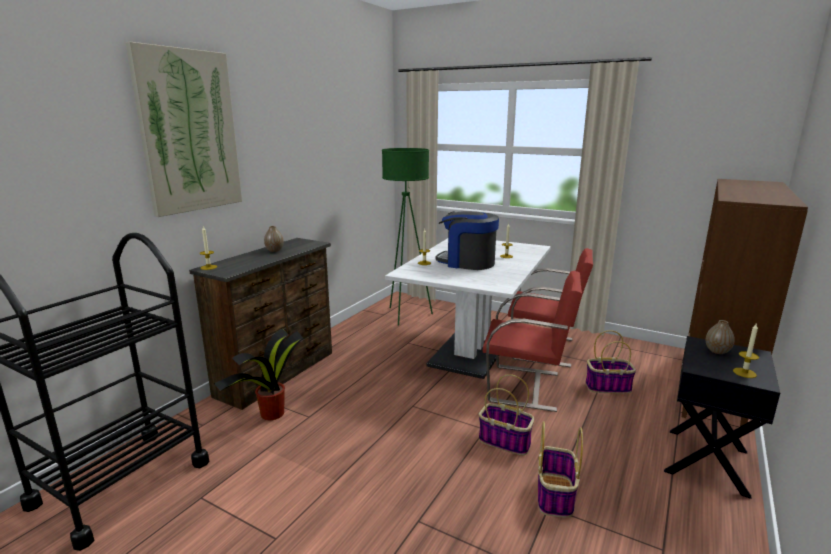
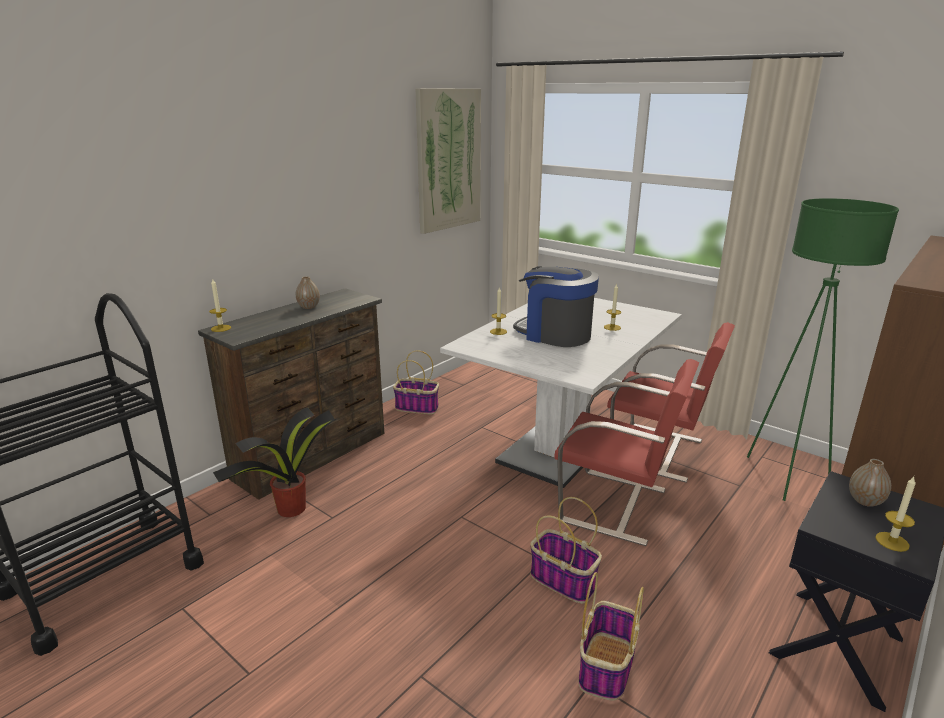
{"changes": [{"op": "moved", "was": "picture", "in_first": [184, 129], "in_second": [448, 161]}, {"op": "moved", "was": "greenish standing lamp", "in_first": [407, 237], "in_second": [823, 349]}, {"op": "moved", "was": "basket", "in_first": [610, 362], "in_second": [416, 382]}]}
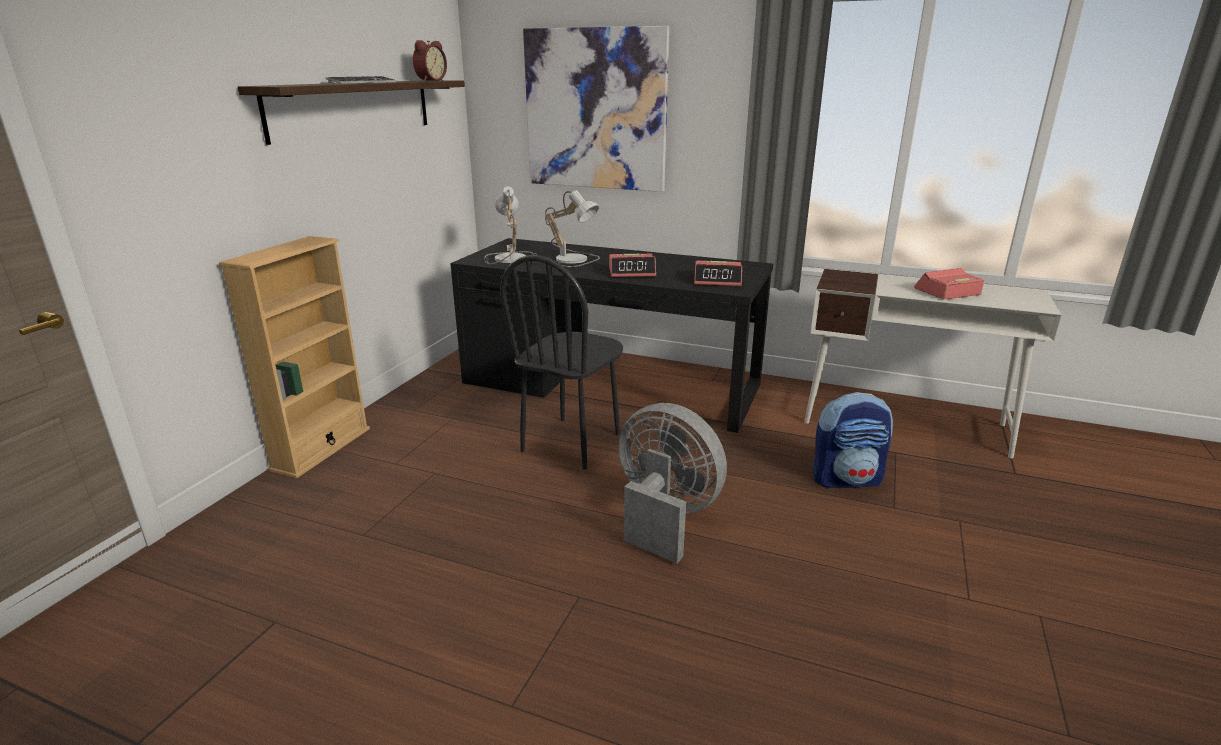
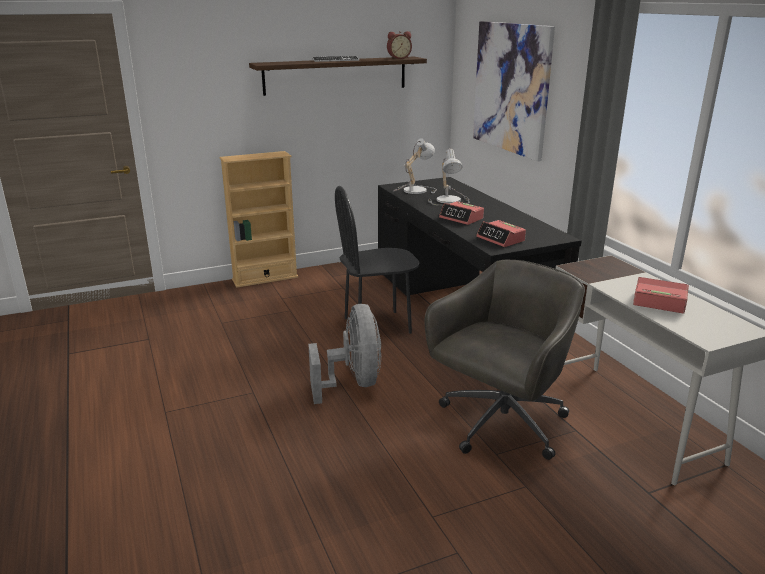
{"changes": [{"op": "replaced", "was": "knapsack", "now": "grey desk chair", "in_first": [853, 440], "in_second": [505, 360]}]}
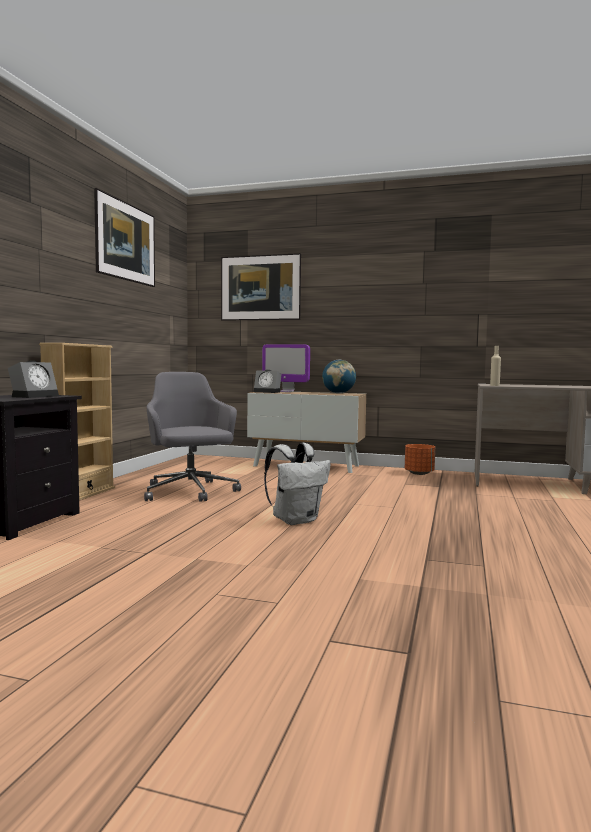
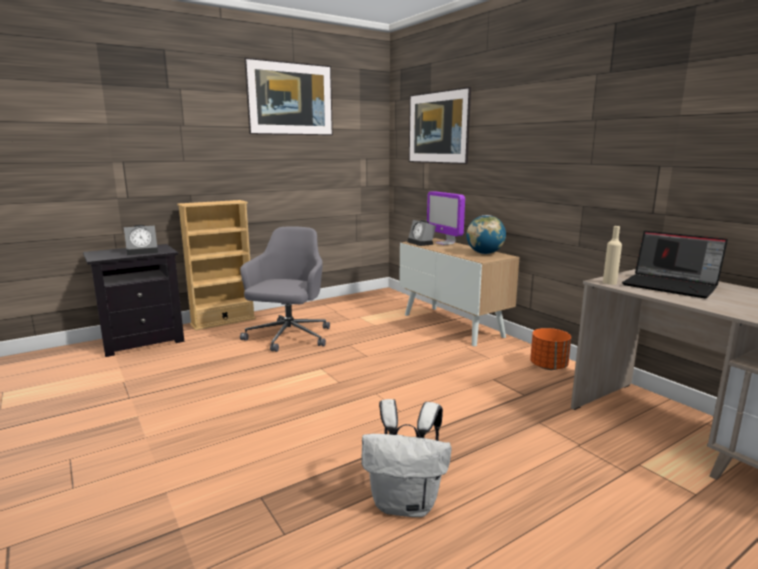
{"changes": [{"op": "moved", "was": "whitish knapsack", "in_first": [297, 484], "in_second": [406, 458]}, {"op": "added", "now": "laptop", "in_second": [675, 264]}]}
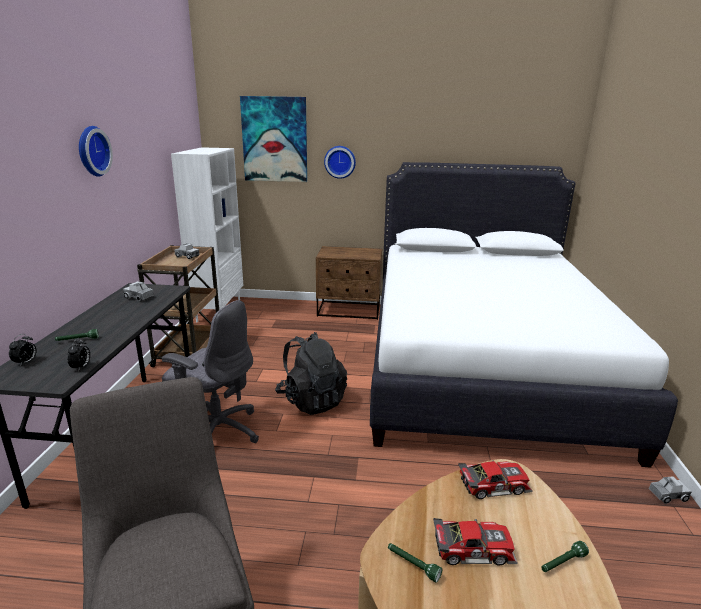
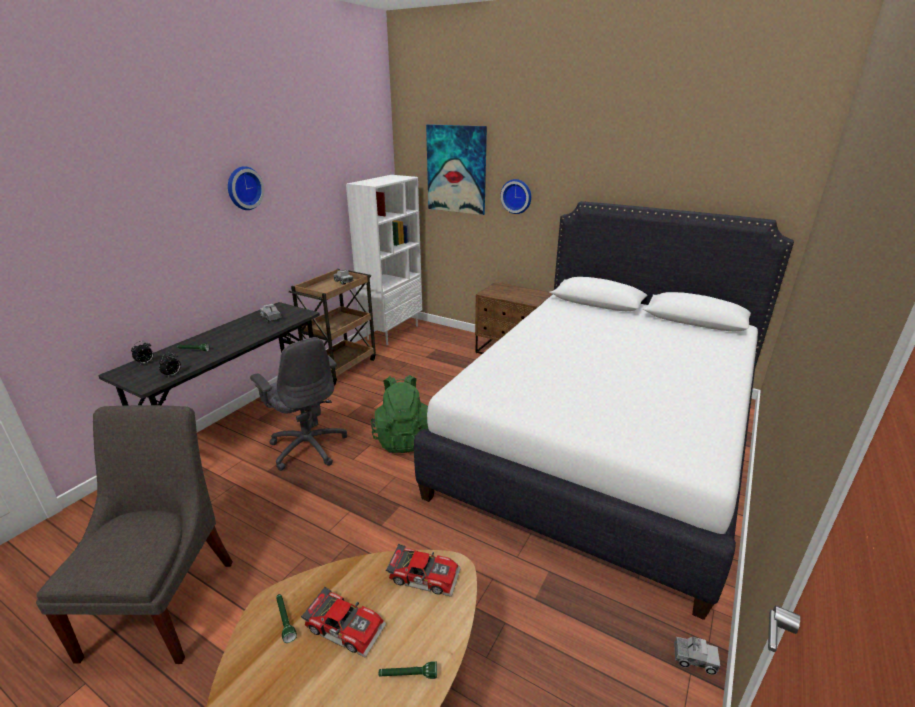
{"changes": [{"op": "recoloured", "was": "blackish knapsack", "now": "greenish knapsack", "in_first": [311, 373], "in_second": [399, 414]}]}
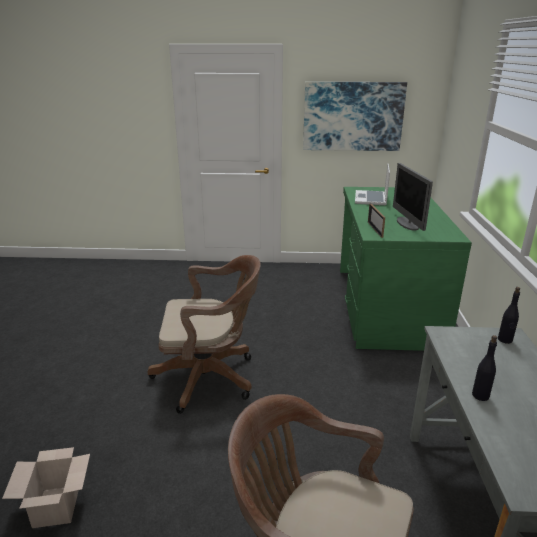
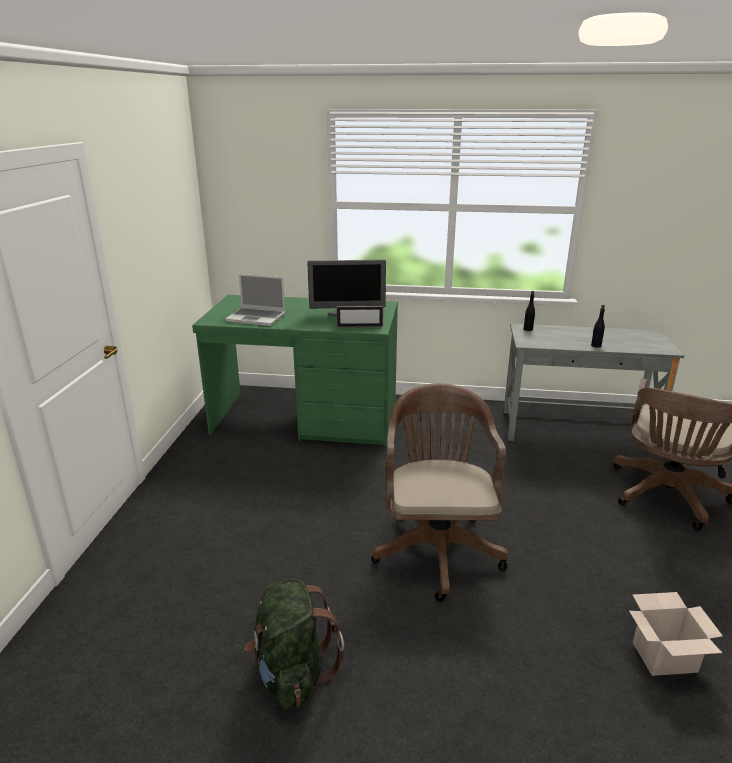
{"changes": [{"op": "removed", "was": "picture", "in_first": [355, 116]}, {"op": "added", "now": "greenish knapsack", "in_second": [294, 644]}]}
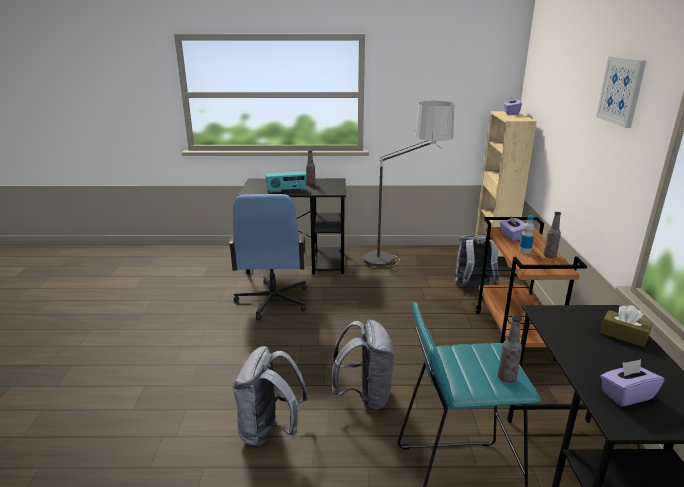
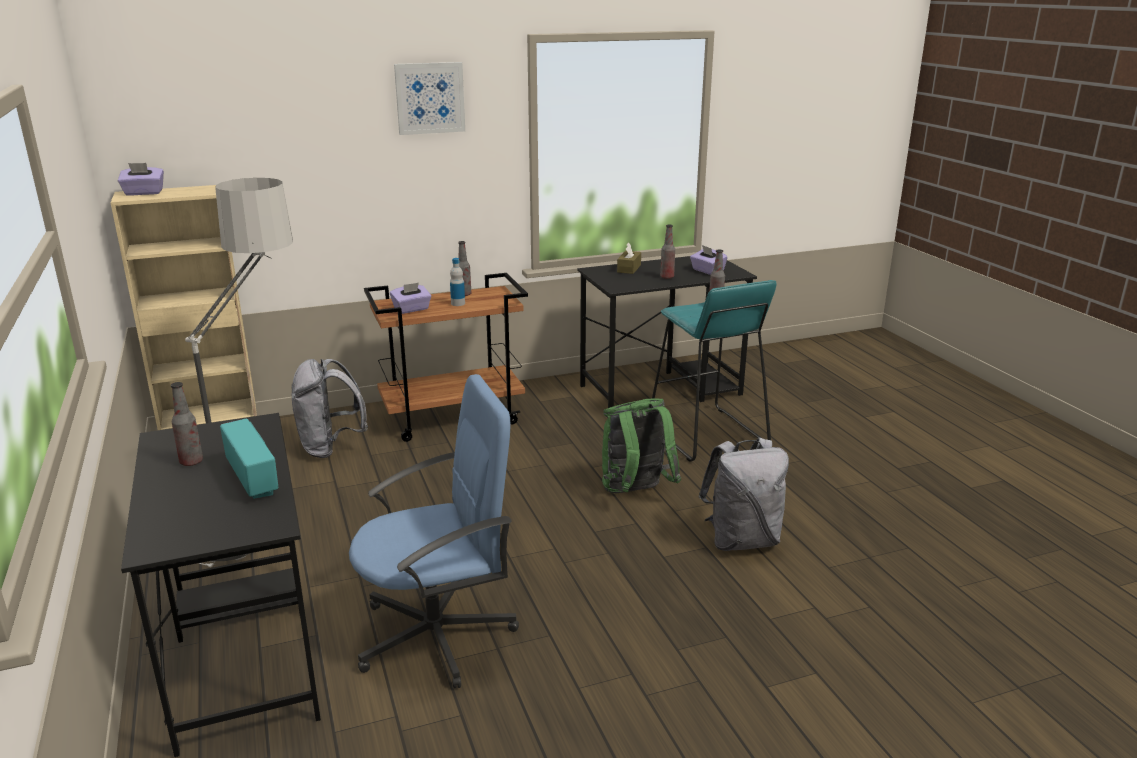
{"changes": [{"op": "recoloured", "was": "grey knapsack", "now": "greenish knapsack", "in_first": [363, 365], "in_second": [641, 446]}, {"op": "added", "now": "drink bottle", "in_second": [667, 251]}]}
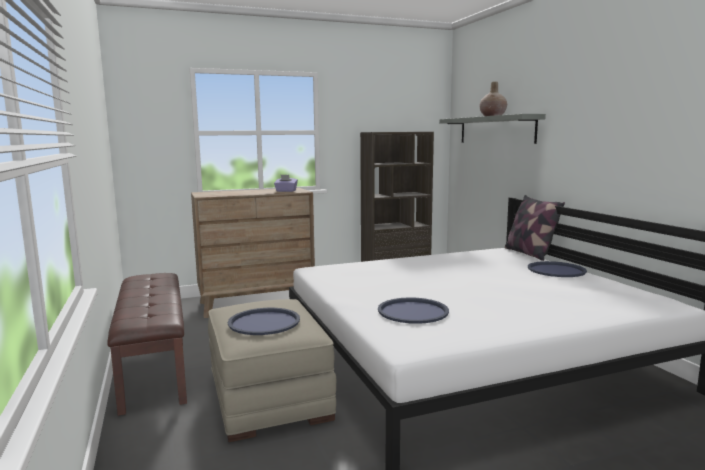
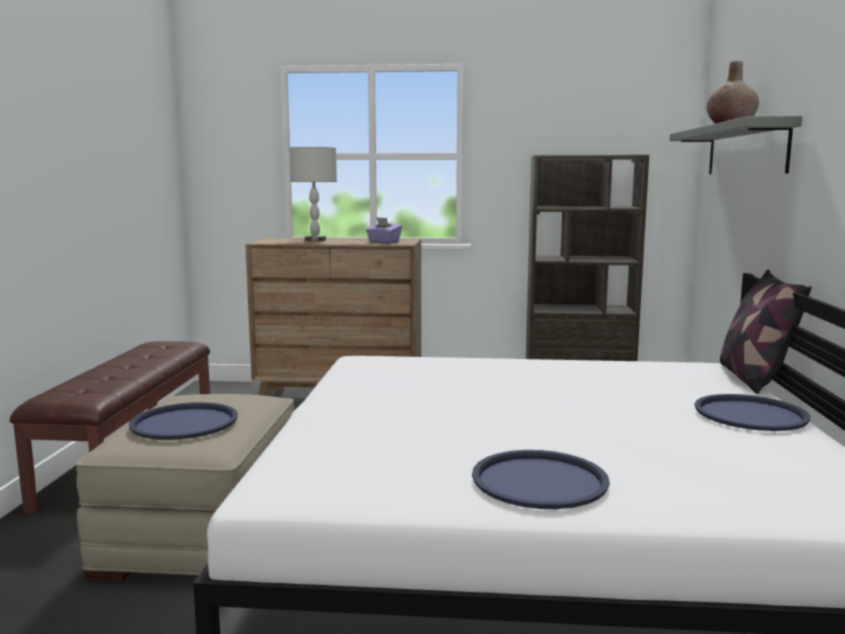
{"changes": [{"op": "moved", "was": "blue-coloured tray", "in_first": [413, 311], "in_second": [541, 479]}, {"op": "added", "now": "grey table lamp", "in_second": [313, 194]}]}
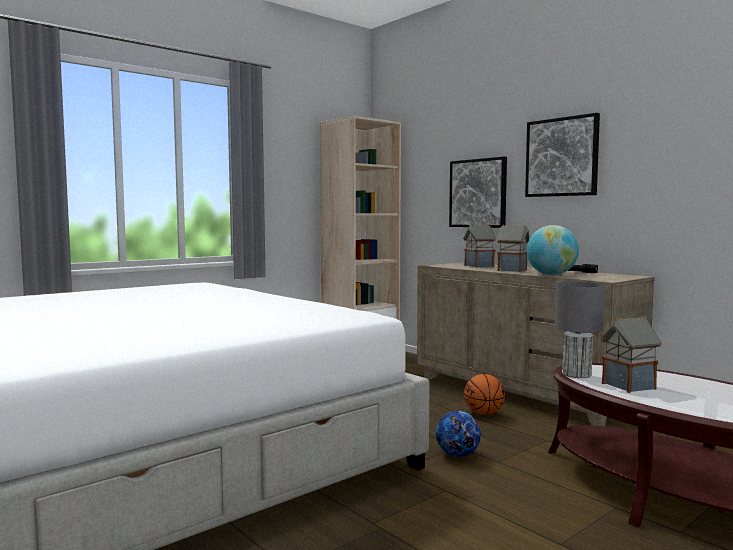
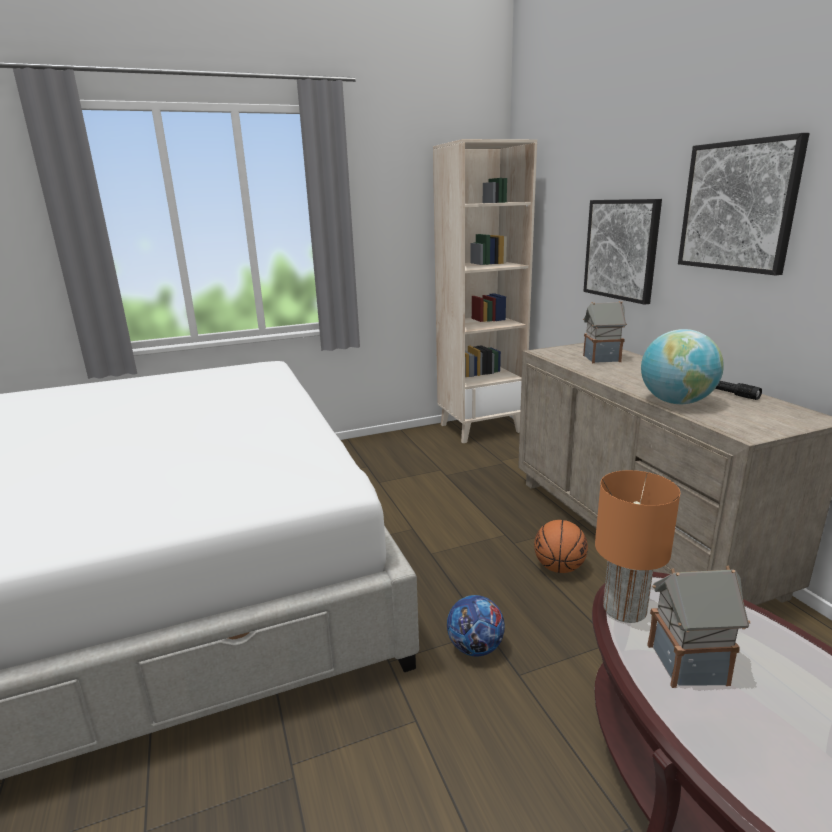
{"changes": [{"op": "removed", "was": "model house", "in_first": [513, 248]}, {"op": "recoloured", "was": "grey table lamp", "now": "orange-coloured table lamp", "in_first": [580, 330], "in_second": [637, 546]}]}
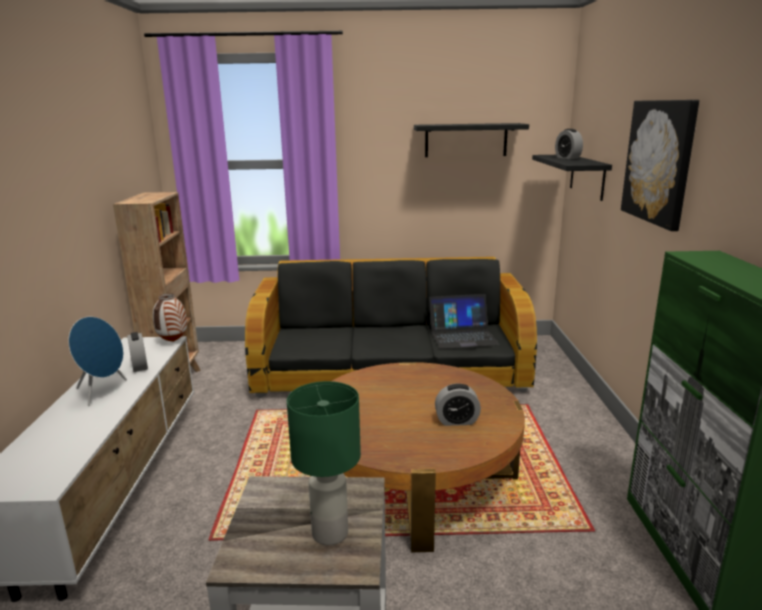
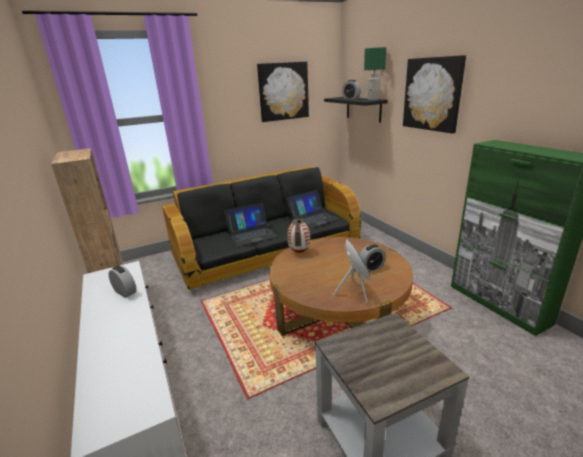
{"changes": [{"op": "moved", "was": "blue-coloured speaker", "in_first": [97, 361], "in_second": [352, 271]}, {"op": "moved", "was": "decorative vase", "in_first": [170, 318], "in_second": [298, 236]}, {"op": "moved", "was": "greenish table lamp", "in_first": [324, 463], "in_second": [375, 73]}, {"op": "replaced", "was": "blackish wall shelf", "now": "picture", "in_first": [471, 140], "in_second": [283, 92]}, {"op": "added", "now": "laptop", "in_second": [250, 224]}]}
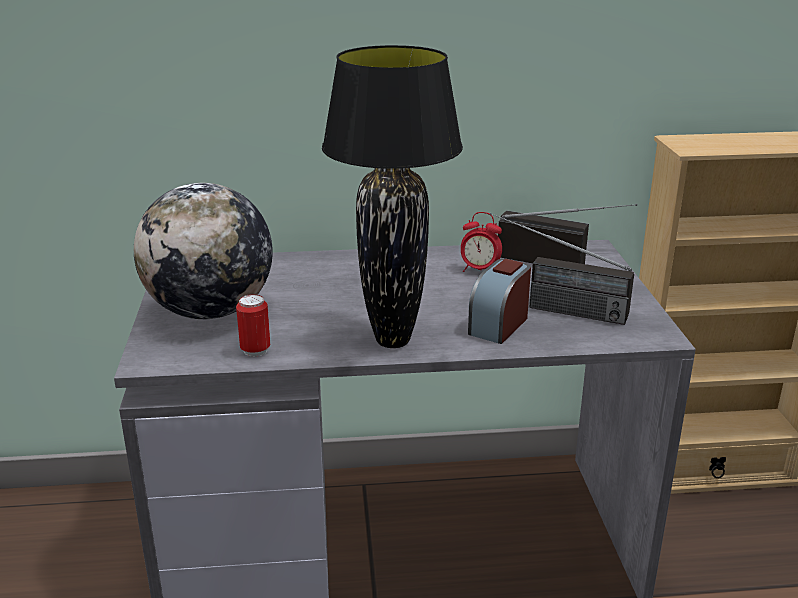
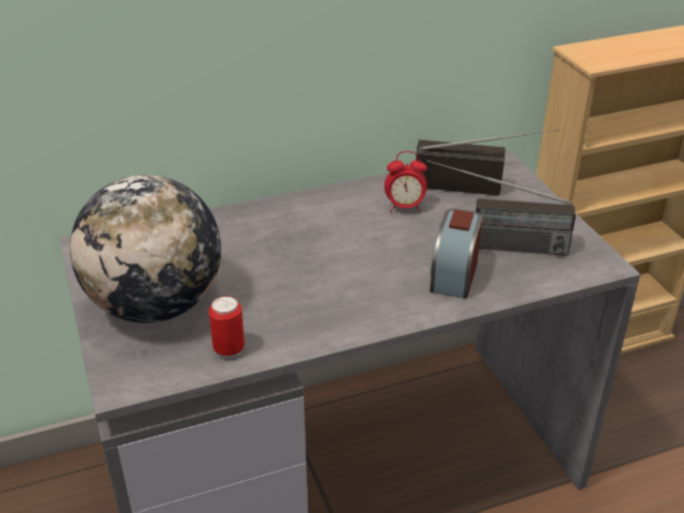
{"changes": [{"op": "removed", "was": "blackish table lamp", "in_first": [392, 196]}]}
